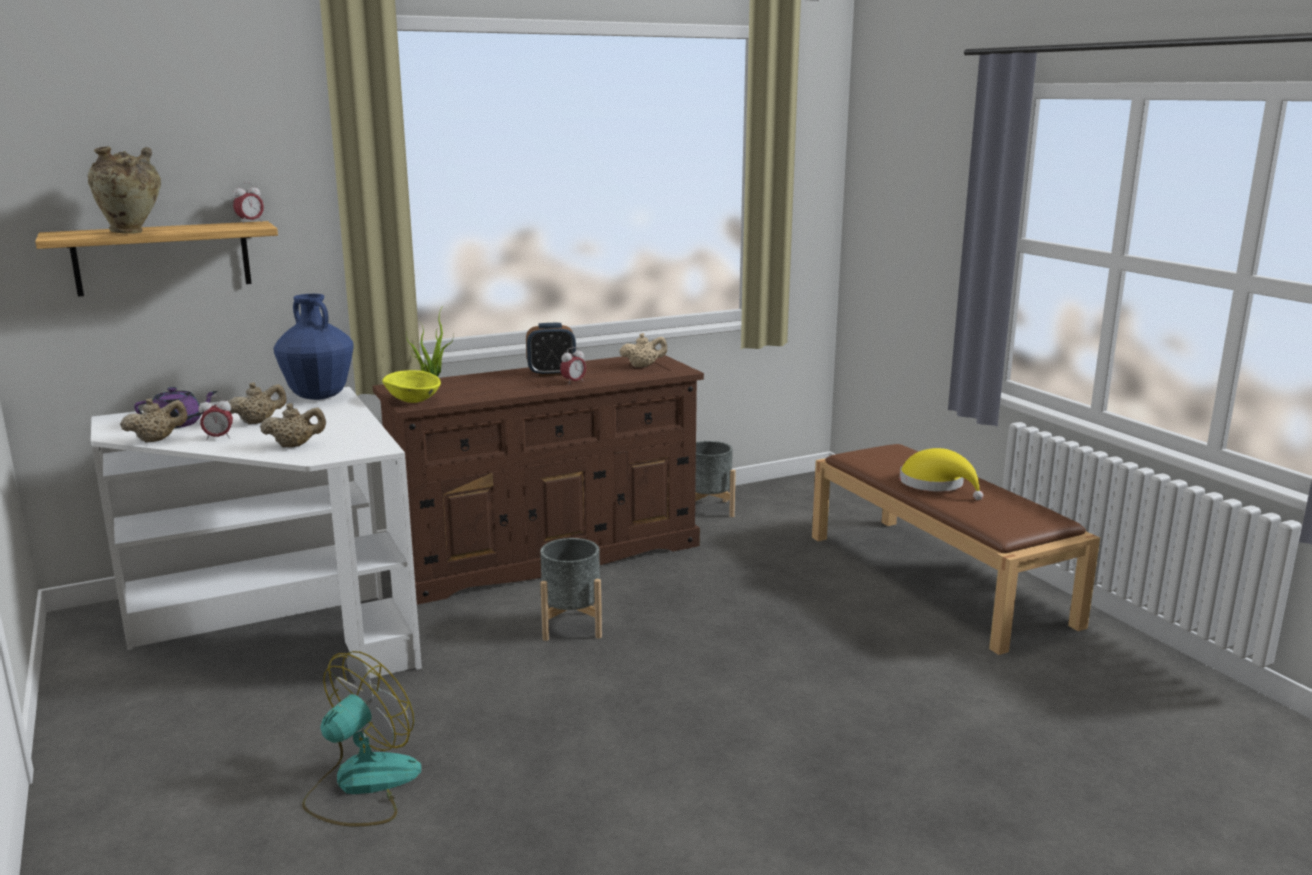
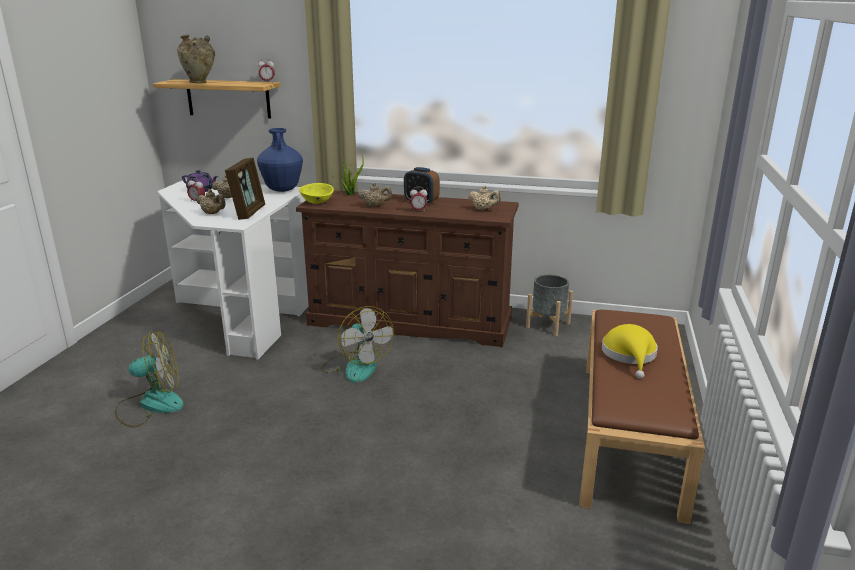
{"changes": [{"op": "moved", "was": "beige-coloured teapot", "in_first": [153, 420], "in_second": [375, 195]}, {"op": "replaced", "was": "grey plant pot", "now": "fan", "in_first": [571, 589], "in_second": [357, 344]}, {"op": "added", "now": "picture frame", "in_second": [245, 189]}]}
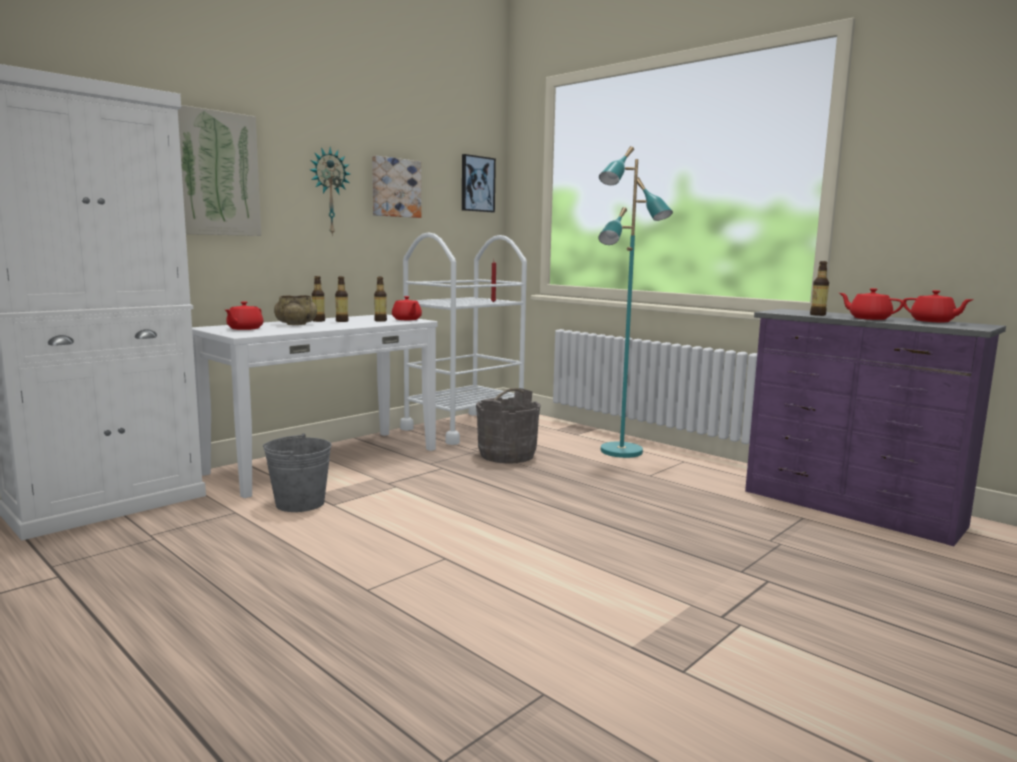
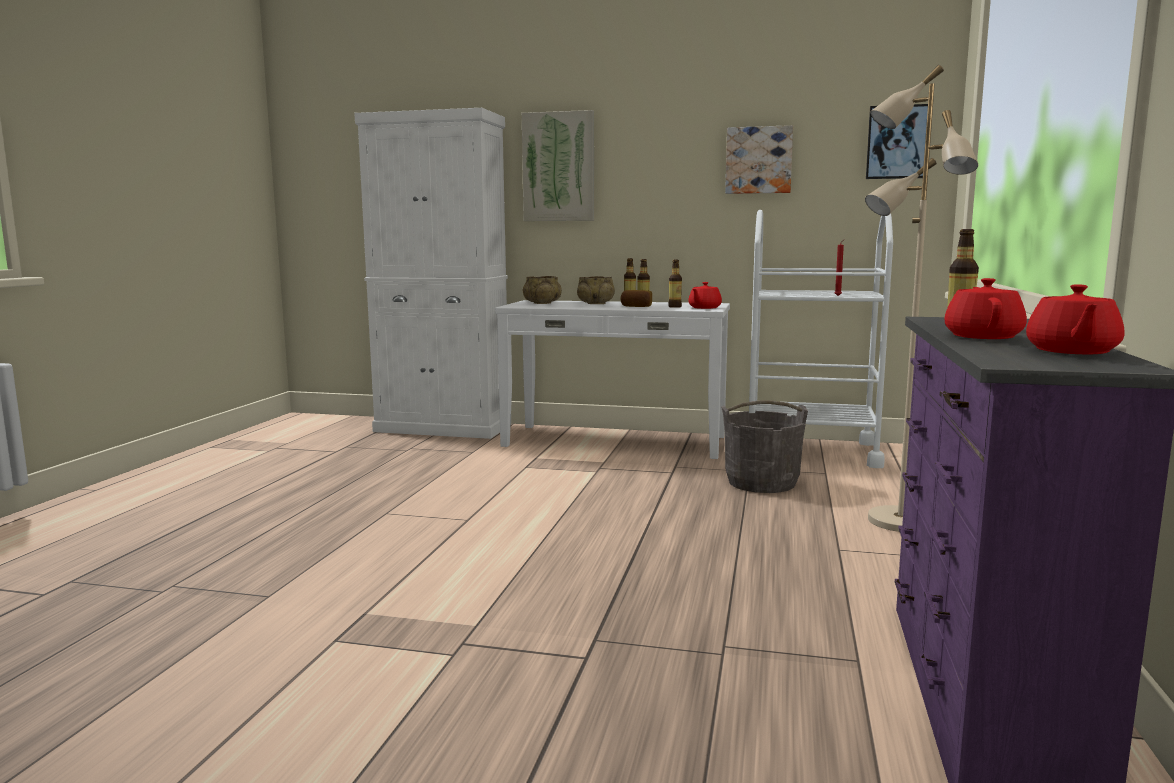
{"changes": [{"op": "replaced", "was": "reddish teapot", "now": "beige-coloured serving bowl", "in_first": [244, 315], "in_second": [542, 290]}, {"op": "removed", "was": "grey bucket", "in_first": [297, 473]}, {"op": "removed", "was": "clock on the wall", "in_first": [330, 191]}, {"op": "recoloured", "was": "turquoise standing lamp", "now": "beige-coloured standing lamp", "in_first": [635, 302], "in_second": [921, 298]}, {"op": "added", "now": "bakery bread", "in_second": [636, 298]}]}
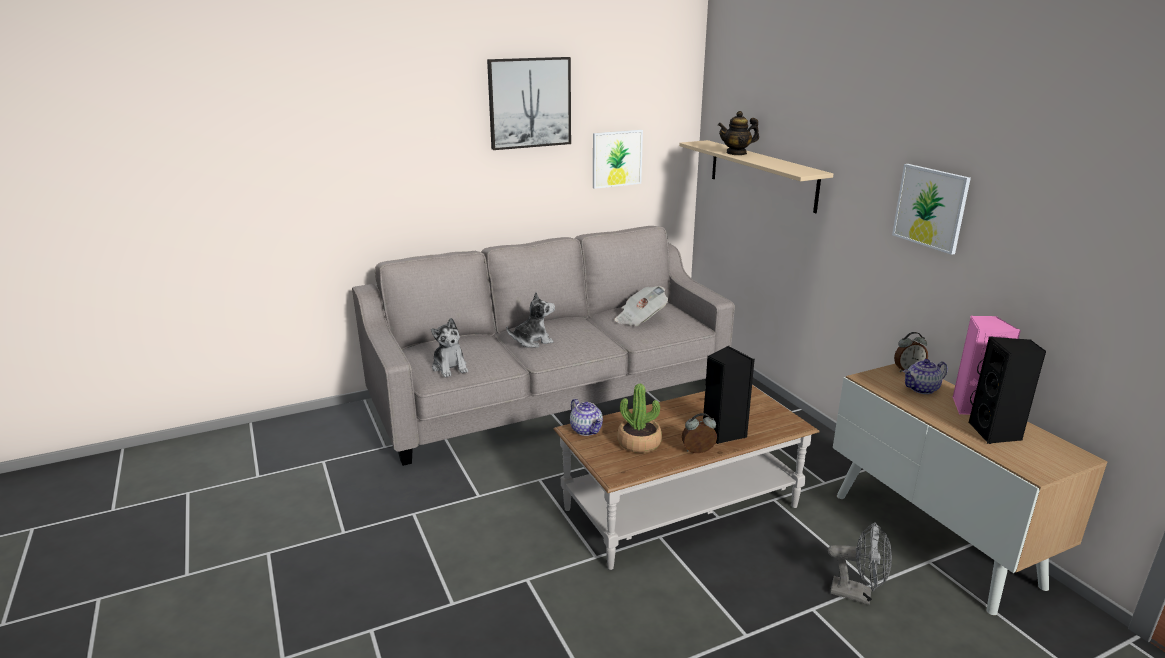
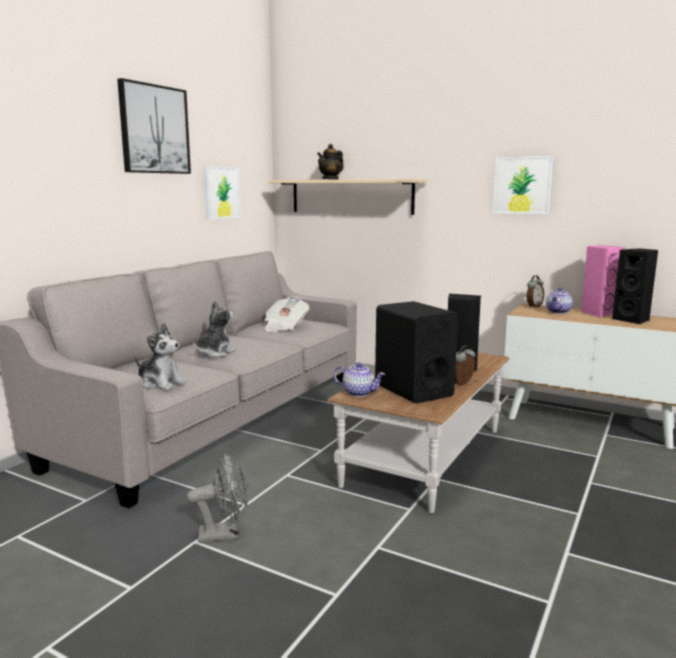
{"changes": [{"op": "replaced", "was": "plant in a pot", "now": "blackish speaker", "in_first": [639, 418], "in_second": [416, 352]}, {"op": "moved", "was": "grey fan", "in_first": [860, 563], "in_second": [218, 498]}]}
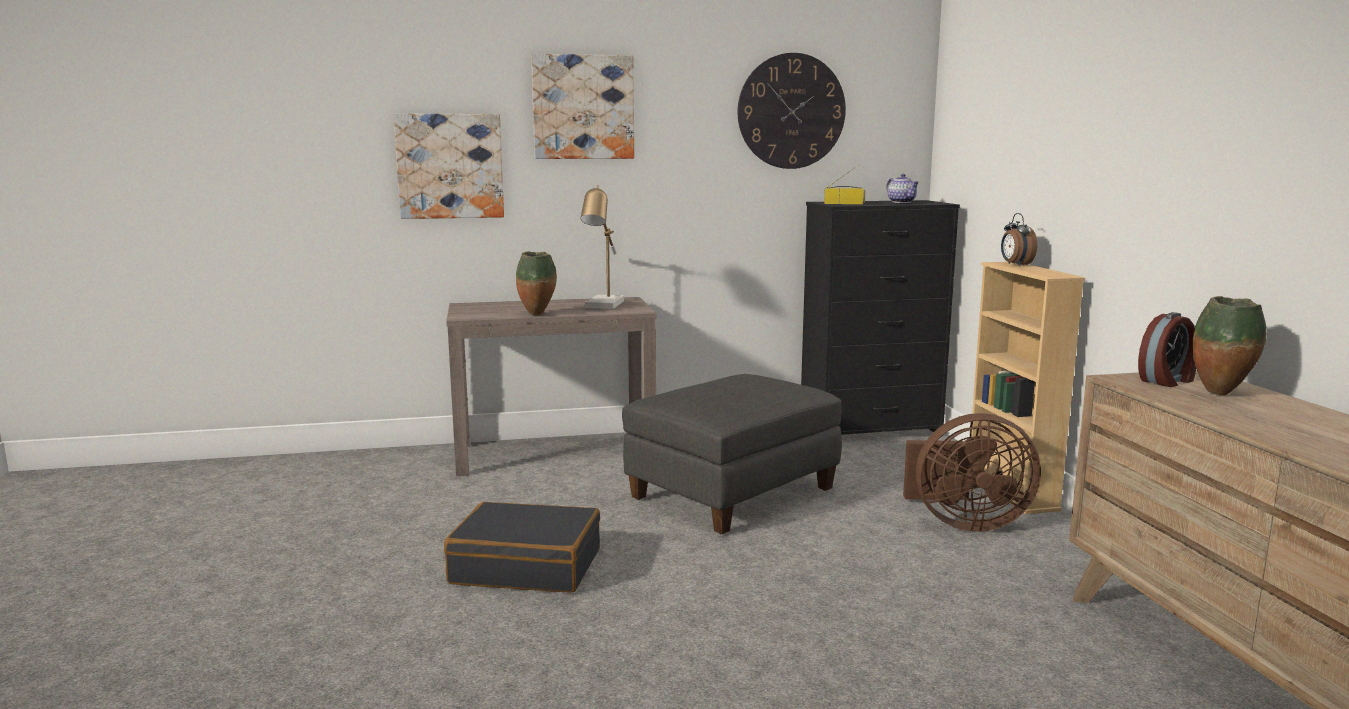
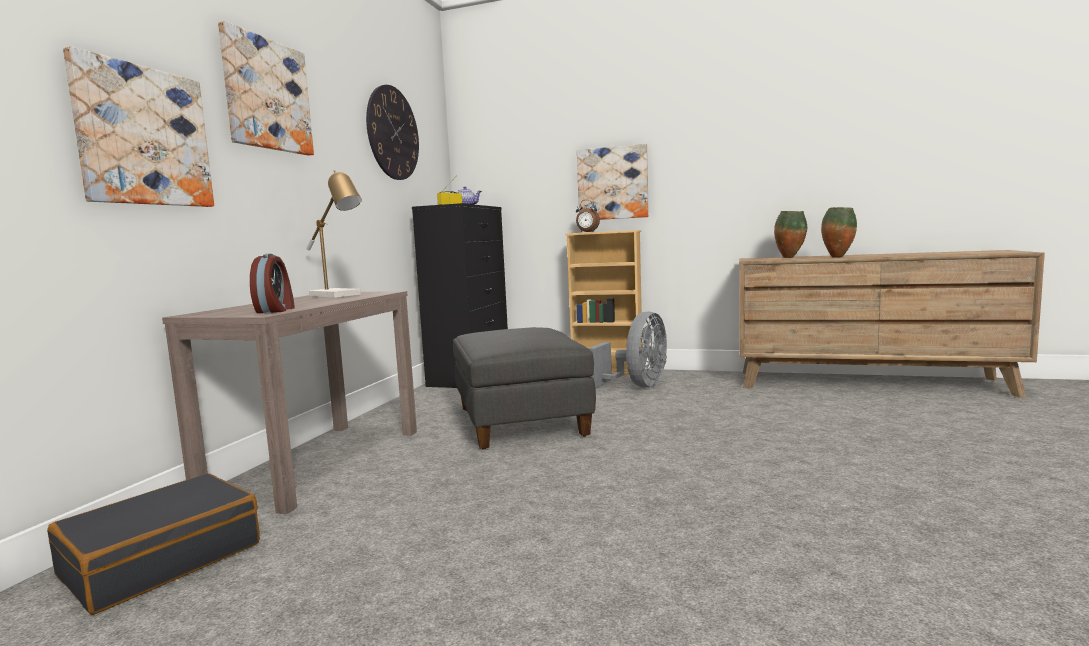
{"changes": [{"op": "moved", "was": "blackish suitcase", "in_first": [522, 547], "in_second": [153, 544]}, {"op": "moved", "was": "decorative vase", "in_first": [536, 283], "in_second": [839, 232]}, {"op": "recoloured", "was": "brown fan", "now": "grey fan", "in_first": [972, 472], "in_second": [628, 350]}, {"op": "moved", "was": "bedside clock", "in_first": [1167, 349], "in_second": [272, 283]}, {"op": "added", "now": "picture", "in_second": [613, 182]}]}
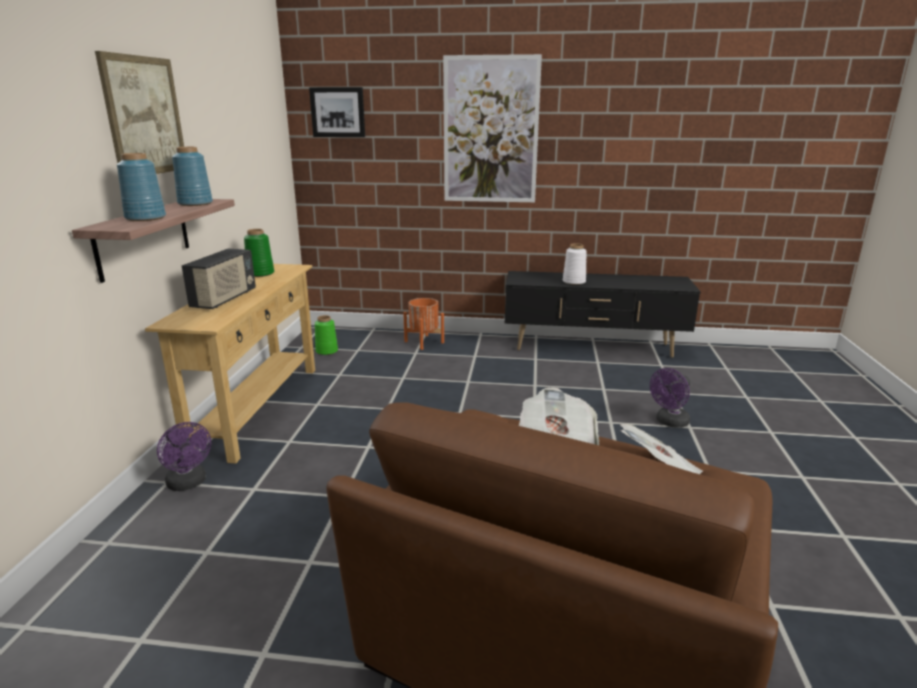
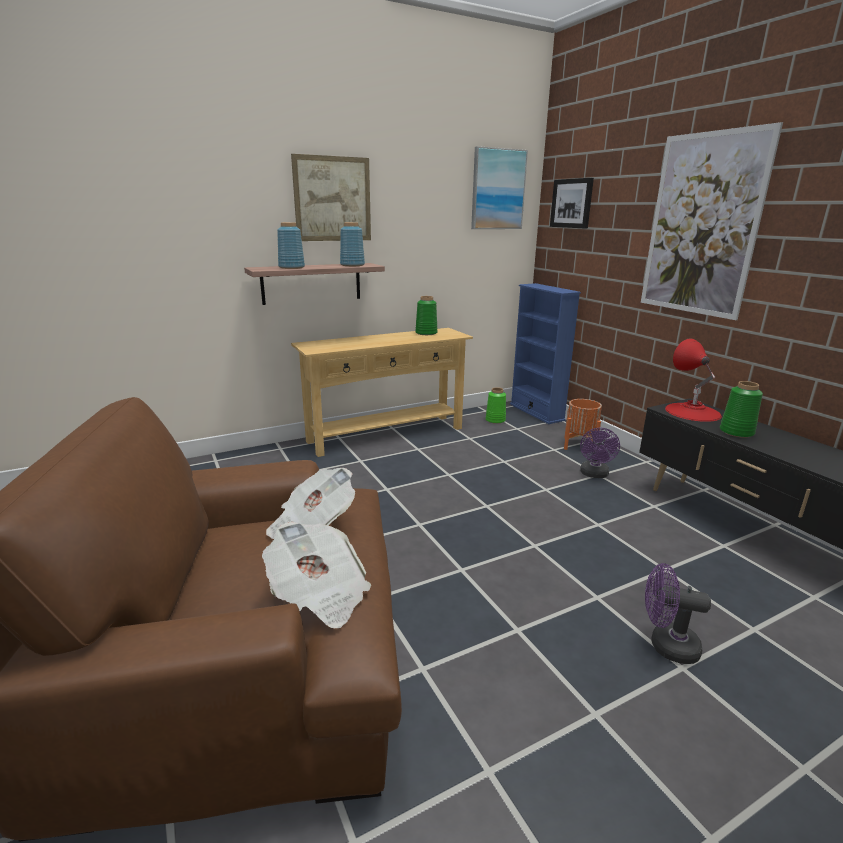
{"changes": [{"op": "moved", "was": "purplish fan", "in_first": [184, 456], "in_second": [600, 453]}, {"op": "removed", "was": "radio", "in_first": [218, 279]}, {"op": "recoloured", "was": "whitish decorative vase", "now": "greenish decorative vase", "in_first": [575, 264], "in_second": [741, 409]}, {"op": "added", "now": "picture", "in_second": [499, 187]}, {"op": "added", "now": "blue-coloured bookshelf", "in_second": [545, 353]}, {"op": "added", "now": "reddish table lamp", "in_second": [693, 380]}]}
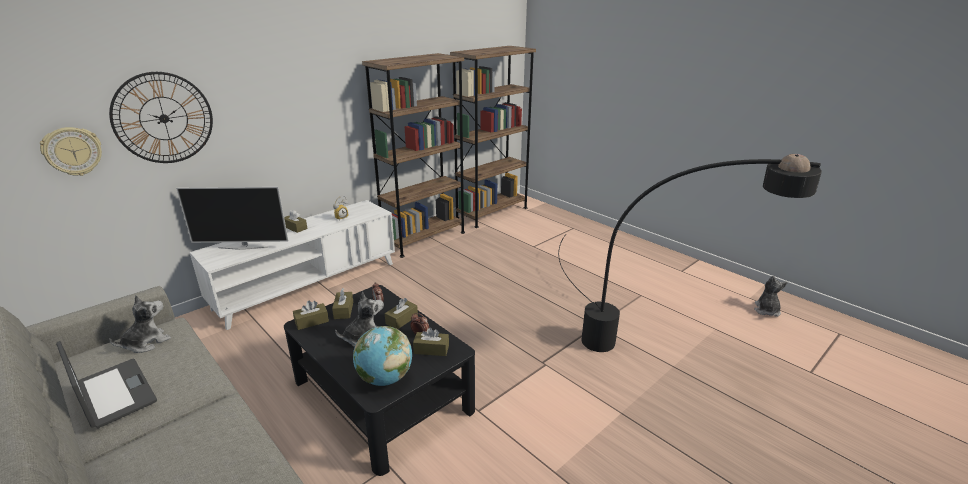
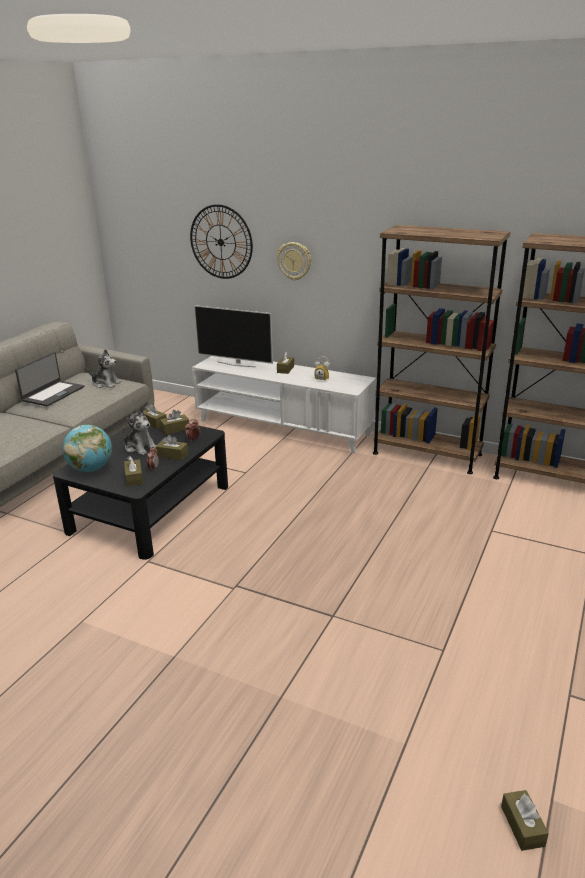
{"changes": [{"op": "moved", "was": "clock on the wall", "in_first": [71, 151], "in_second": [294, 261]}, {"op": "turned", "was": "TV", "in_first": [232, 218], "in_second": [233, 336], "clockwise": -45}, {"op": "removed", "was": "blackish standing lamp", "in_first": [690, 253]}, {"op": "replaced", "was": "plush toy", "now": "brown tissue box", "in_first": [771, 296], "in_second": [525, 820]}]}
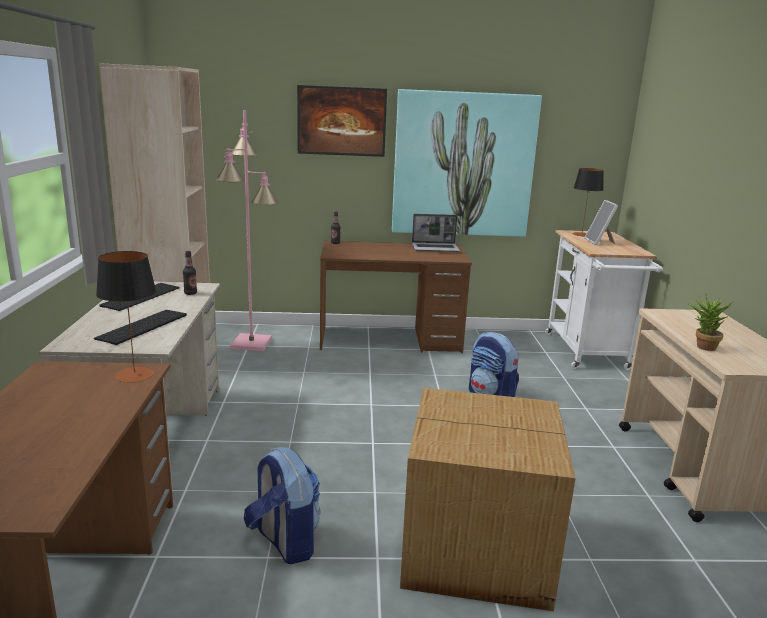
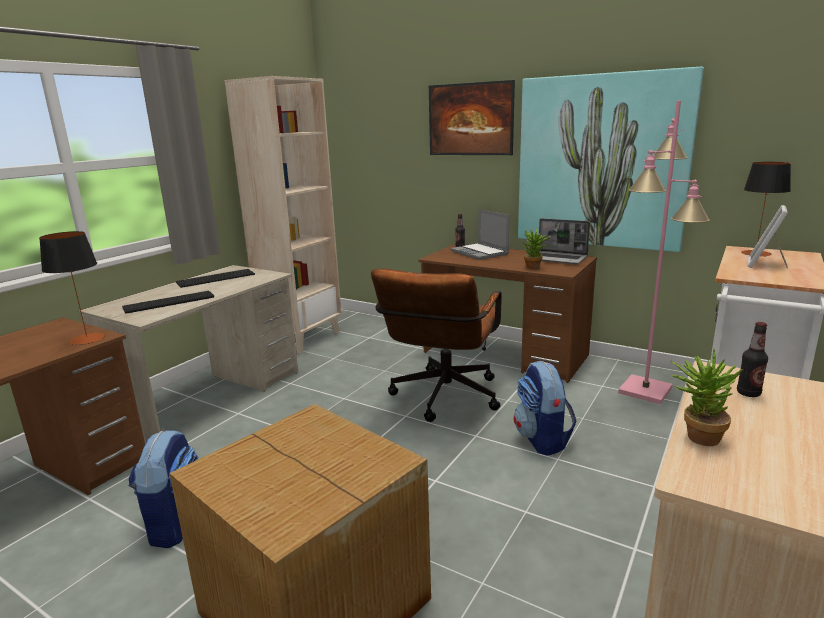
{"changes": [{"op": "moved", "was": "drink bottle", "in_first": [190, 273], "in_second": [752, 359]}, {"op": "moved", "was": "pink standing lamp", "in_first": [247, 230], "in_second": [664, 252]}, {"op": "added", "now": "brown desk chair", "in_second": [436, 345]}, {"op": "added", "now": "laptop", "in_second": [480, 234]}, {"op": "added", "now": "plant in a pot", "in_second": [536, 249]}]}
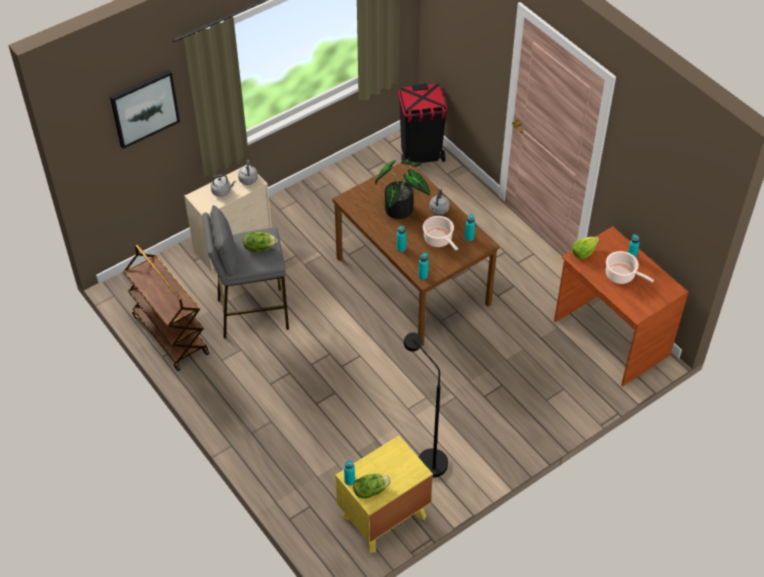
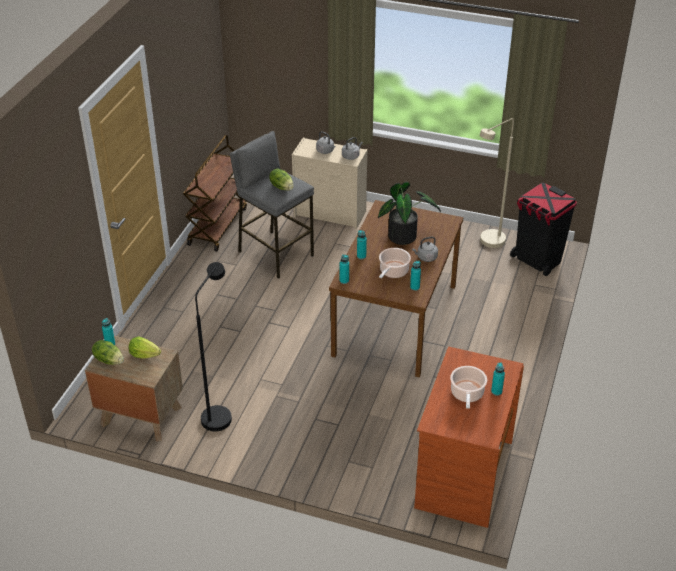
{"changes": [{"op": "removed", "was": "picture", "in_first": [145, 109]}, {"op": "recoloured", "was": "yellow-coloured night table", "now": "brown night table", "in_first": [384, 494], "in_second": [134, 388]}, {"op": "moved", "was": "lettuce", "in_first": [586, 248], "in_second": [145, 347]}, {"op": "added", "now": "beige-coloured standing lamp", "in_second": [497, 183]}]}
